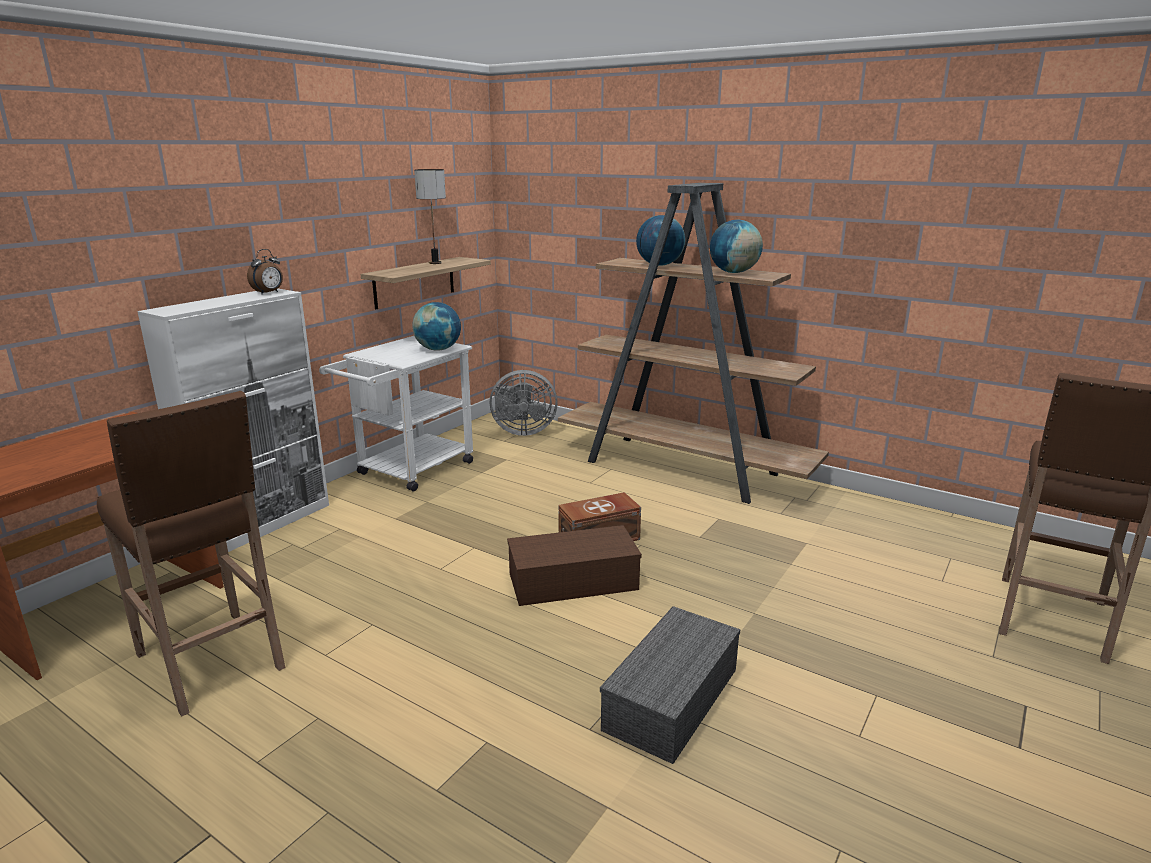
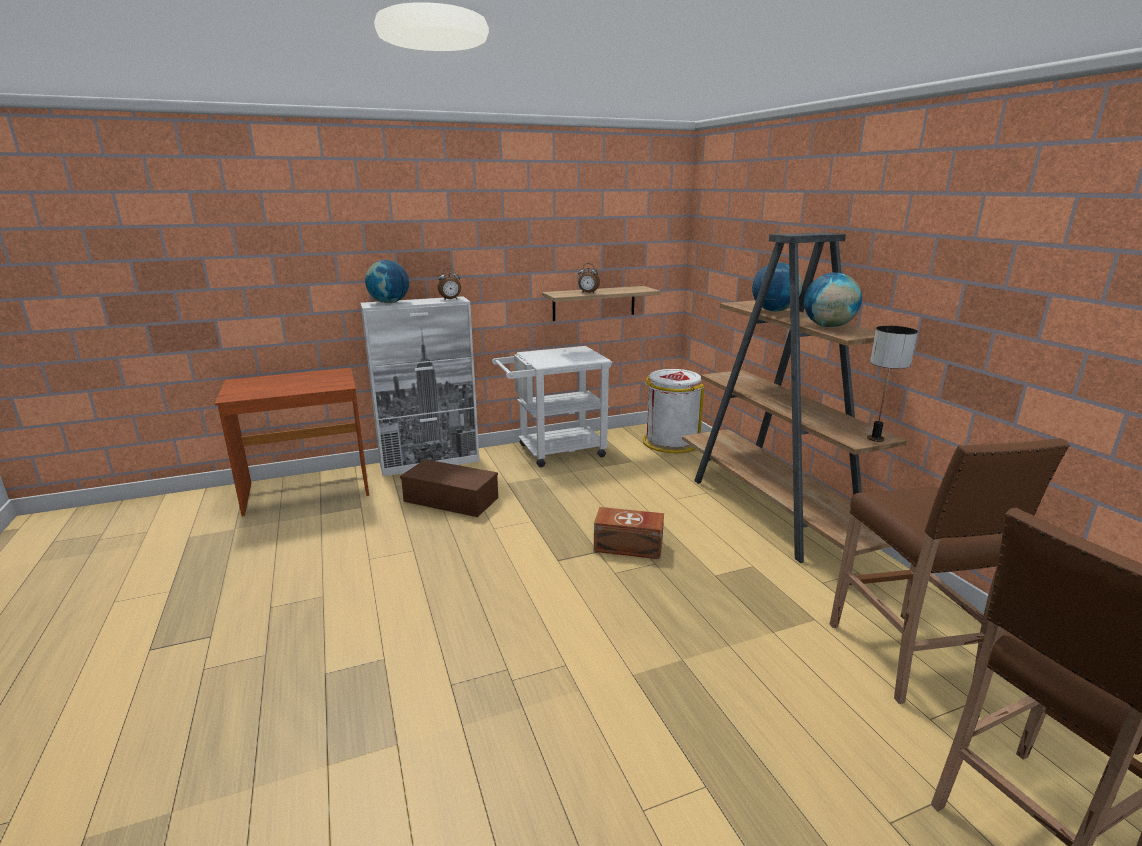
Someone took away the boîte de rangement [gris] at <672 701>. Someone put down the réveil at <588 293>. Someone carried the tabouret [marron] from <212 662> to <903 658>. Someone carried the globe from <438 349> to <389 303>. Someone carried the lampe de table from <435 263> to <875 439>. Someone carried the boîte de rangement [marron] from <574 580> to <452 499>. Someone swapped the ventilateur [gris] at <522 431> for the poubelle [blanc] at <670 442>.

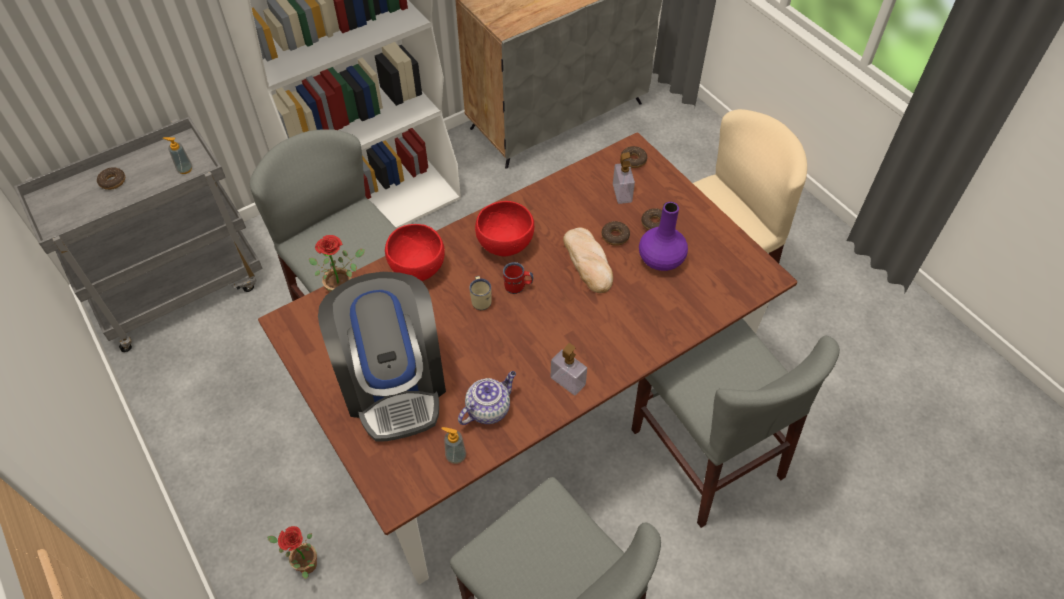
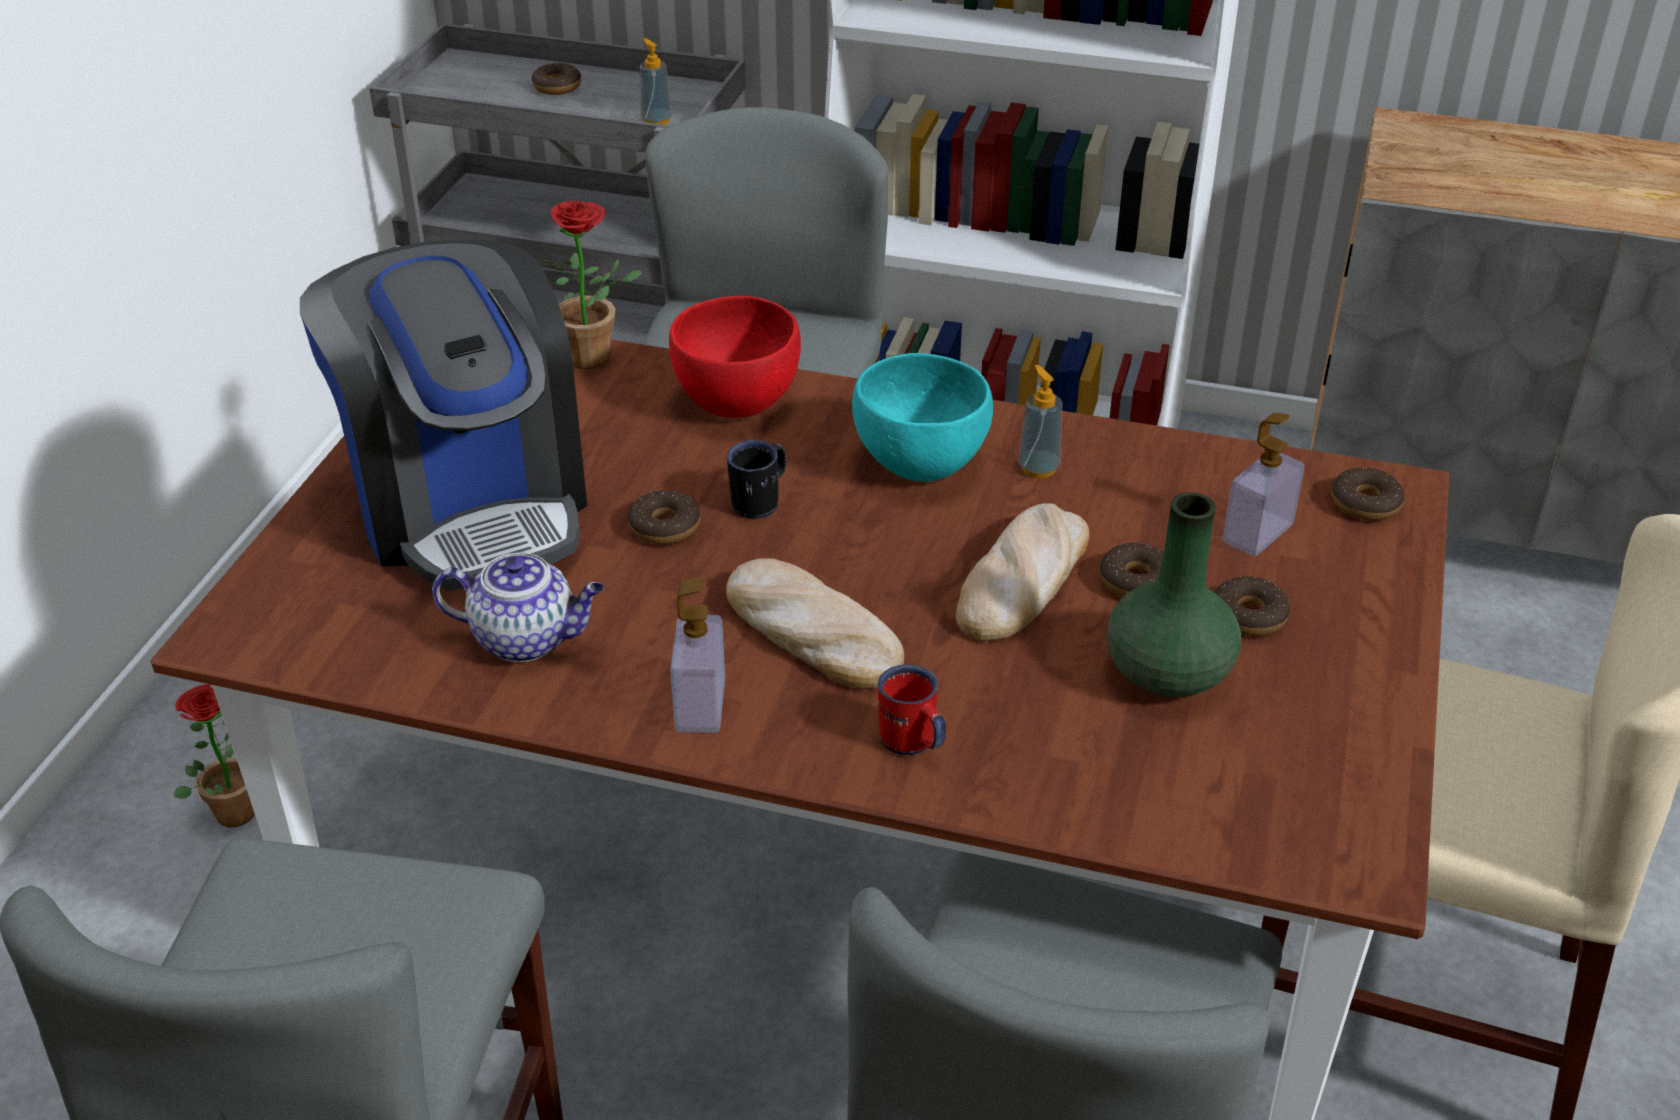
Someone put down the beignet at <664 527>. Someone put down the pain at <810 632>. Someone carried the distributeur de savon from <456 456> to <1038 468>. Someone carried the mug [rouge] from <518 287> to <912 744>. Someone repainted the mug [beige] at <481 299>, which became the mug [noir] at <761 501>. Someone repainted the bol [rouge] at <506 245>, which became the bol [turquoise] at <922 464>. Someone repainted the vase [violet] at <660 260>, which became the vase [vert] at <1166 674>. Someone rotated the machine à café at <393 382> by 60 degrees counterclockwise.

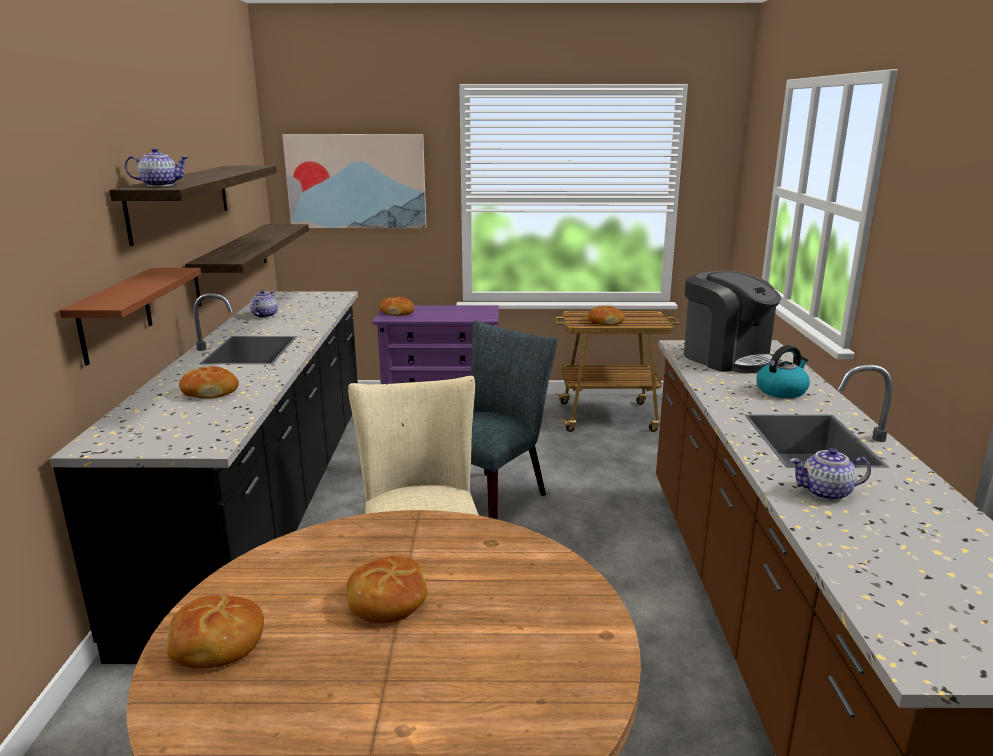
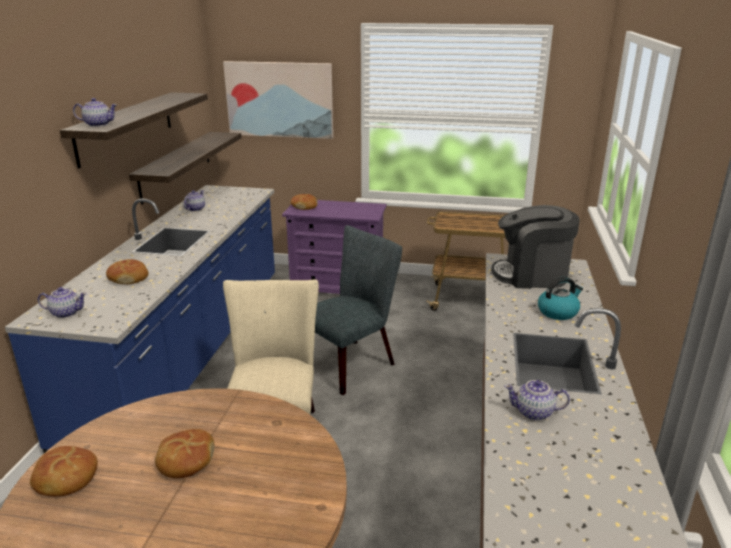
Someone took away the étagère [marron] at <115 315>. Someone took away the pain at <605 321>. Someone put down the théière at <65 313>. Someone repainted the comptoir de cuisine [noir] at <270 504>, which became the comptoir de cuisine [bleu] at <189 352>. Someone rotated the machine à café at <726 358> by 120 degrees clockwise.

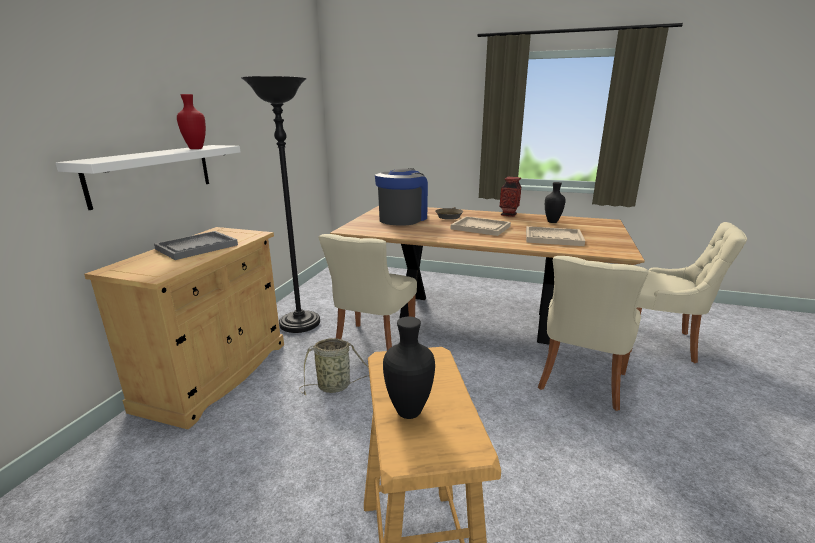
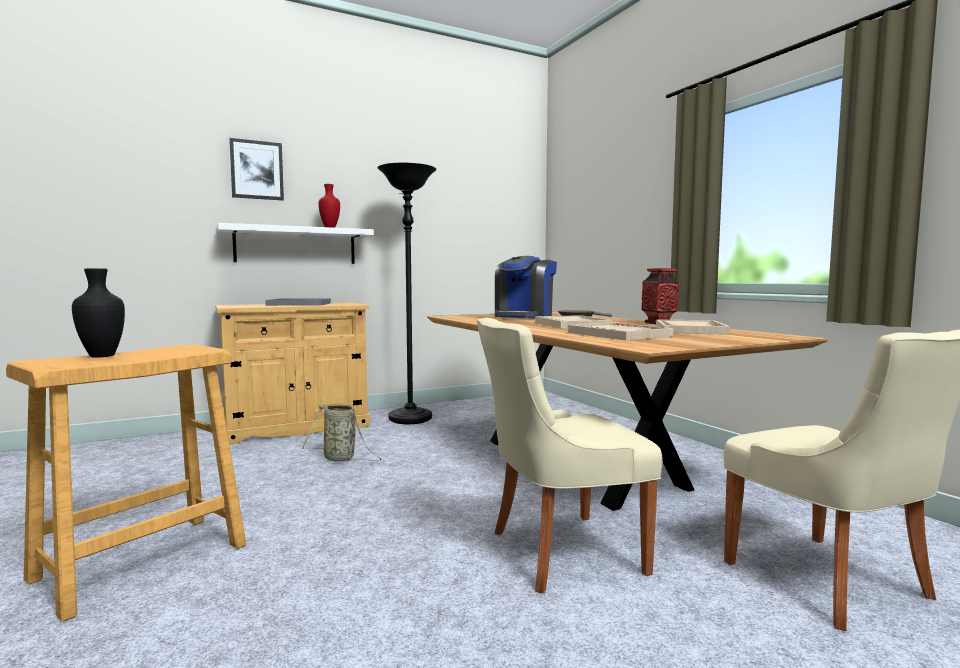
Someone took away the chaise [beige] at <372 344>. Someone put up the tableau at <257 170>. Someone swapped the vase [noir] at <553 222> for the plateau [beige] at <690 330>. Someone rotated the machine à café at <403 218> by 135 degrees clockwise.

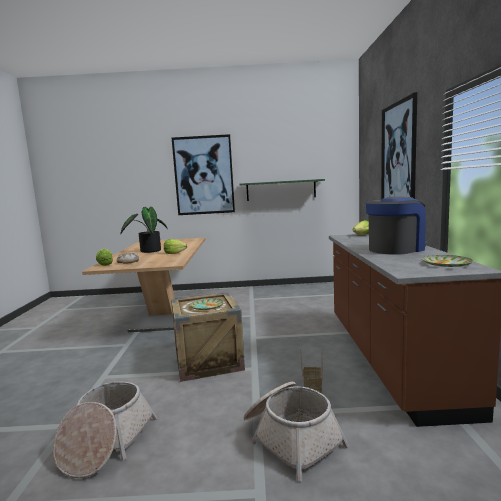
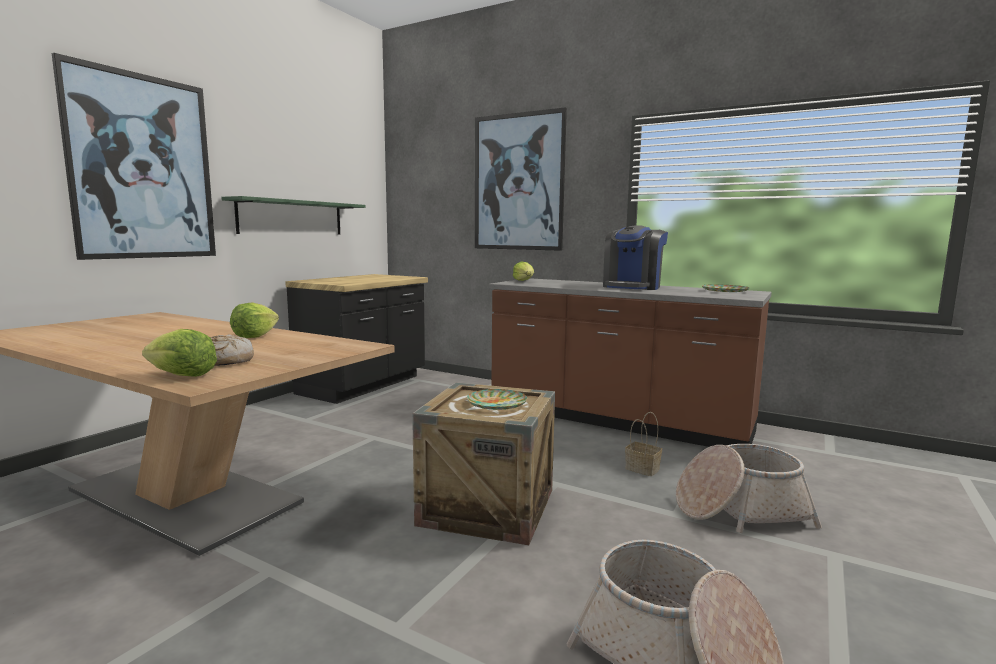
Someone took away the plante en pot at <148 251>. Someone put down the comptoir de cuisine [noir] at <364 385>. Someone rotated the machine à café at <396 249> by 150 degrees counterclockwise.

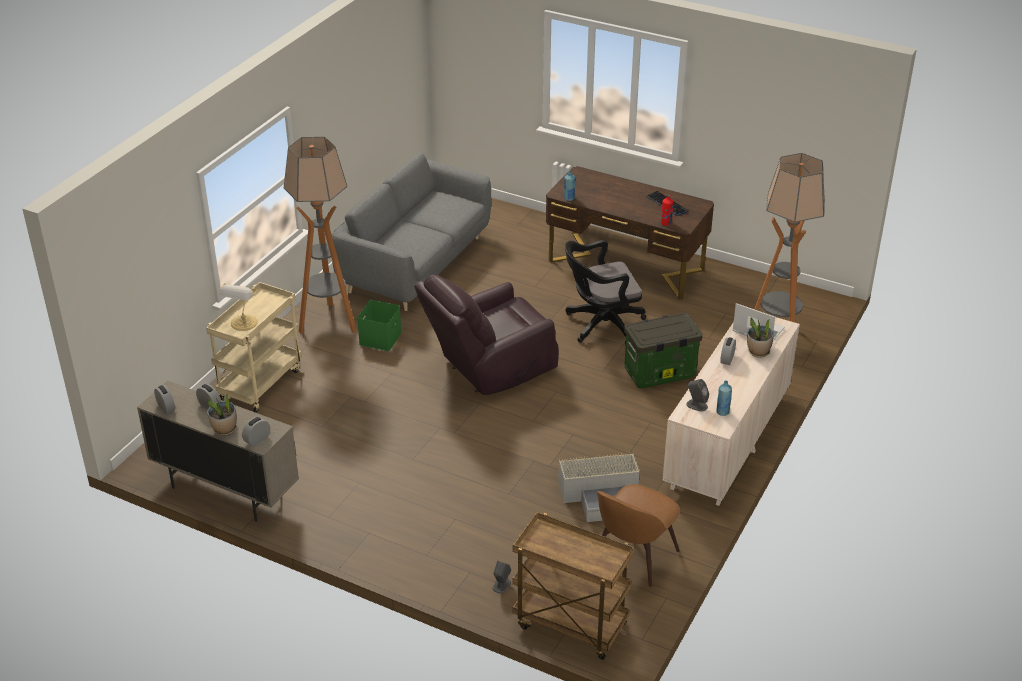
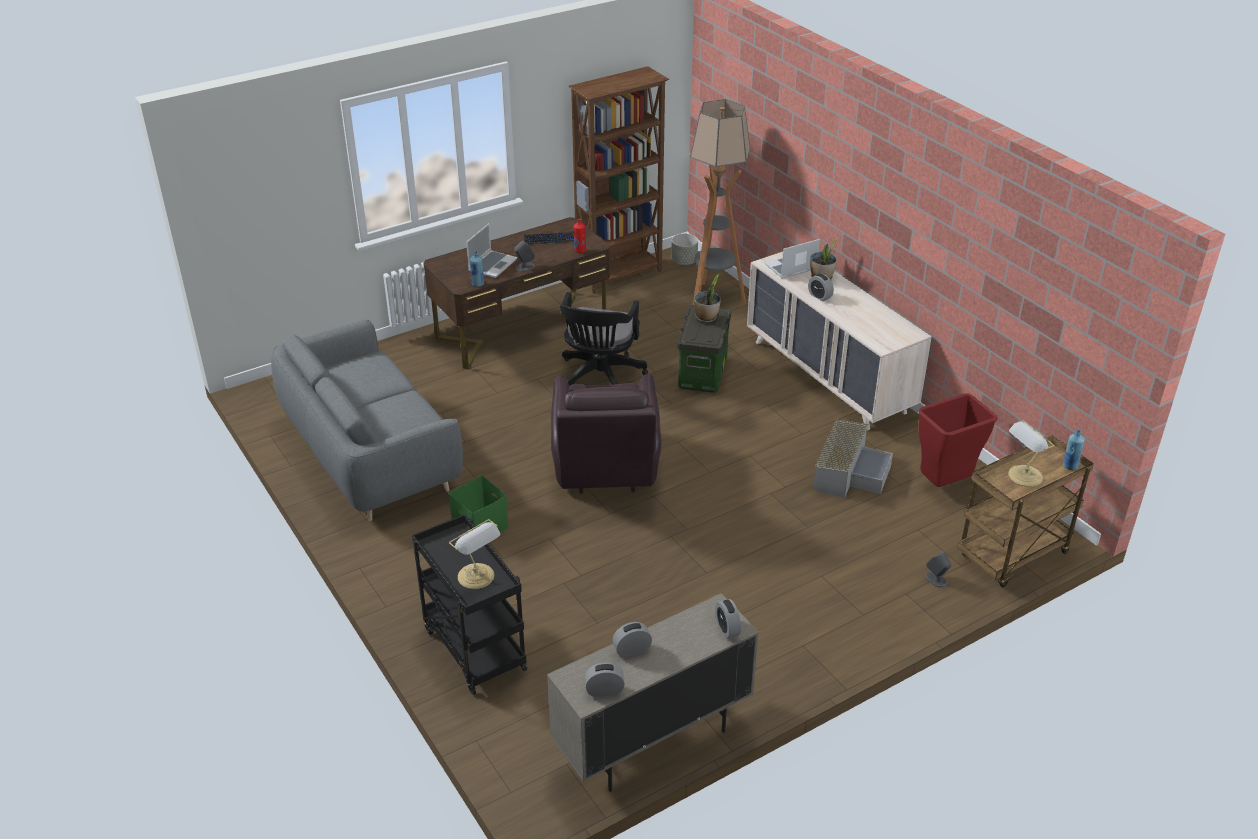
Someone took away the lampadaire at <328 322>. Someone put down the ordinateur portable at <492 265>. Someone put down the bibliothèque [marron] at <620 275>. Someone put down the cache-pot [gris] at <684 262>. Someone put down the lampe de table at <1024 476>. Someone carried the plante en pot from <224 429> to <706 317>. Someone carried the enceinte [gris] from <696 405> to <525 267>. Someone carried the bouteille [bleu] from <722 412> to <1069 466>. Someone swapped the chaise [marron] at <633 557> for the poubelle [rouge] at <944 485>. Someone repainted the chariot [beige] at <260 383>, which became the chariot [noir] at <473 648>.

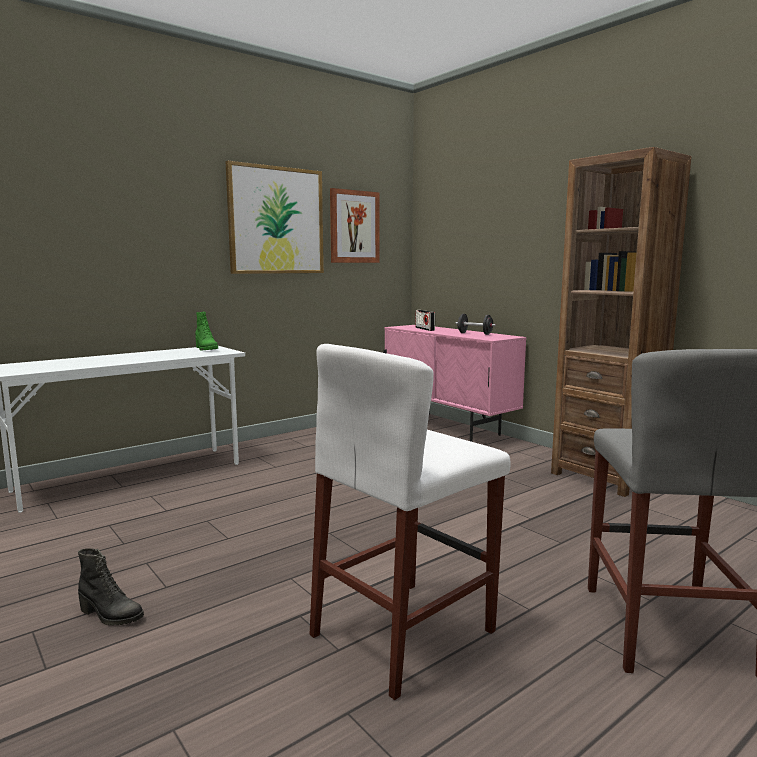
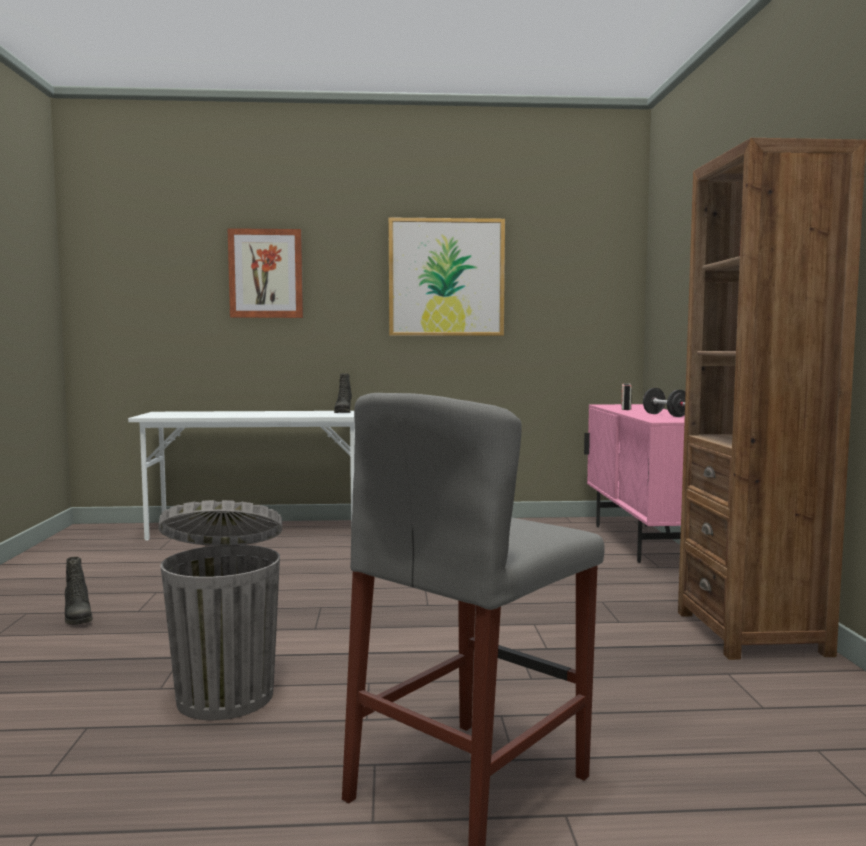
Someone carried the tableau from <354 227> to <266 273>. Someone swapped the tabouret [blanc] at <403 633> for the poubelle [gris] at <226 695>. Someone repainted the botte [vert] at <206 349>, which became the botte [noir] at <343 412>.

